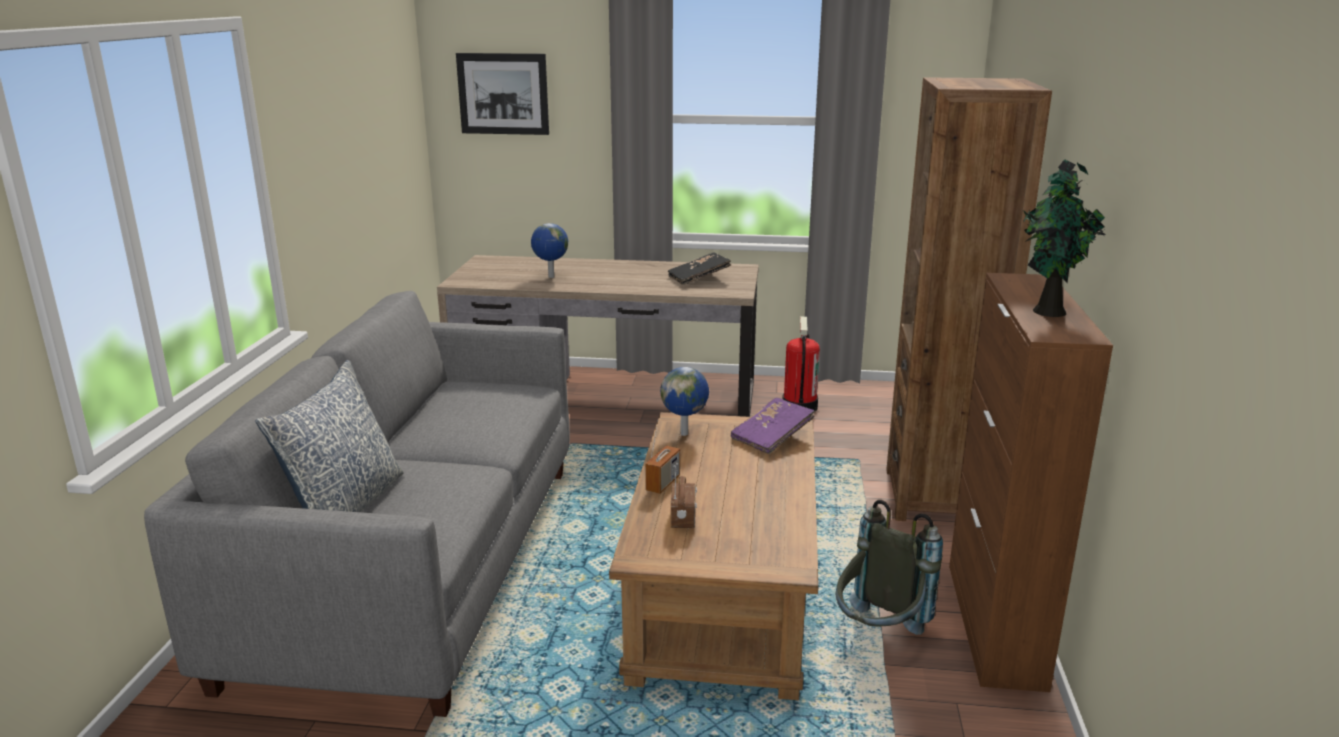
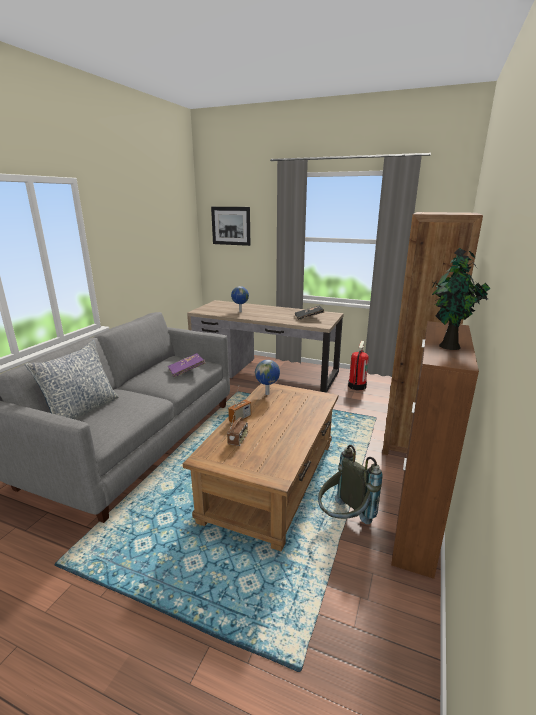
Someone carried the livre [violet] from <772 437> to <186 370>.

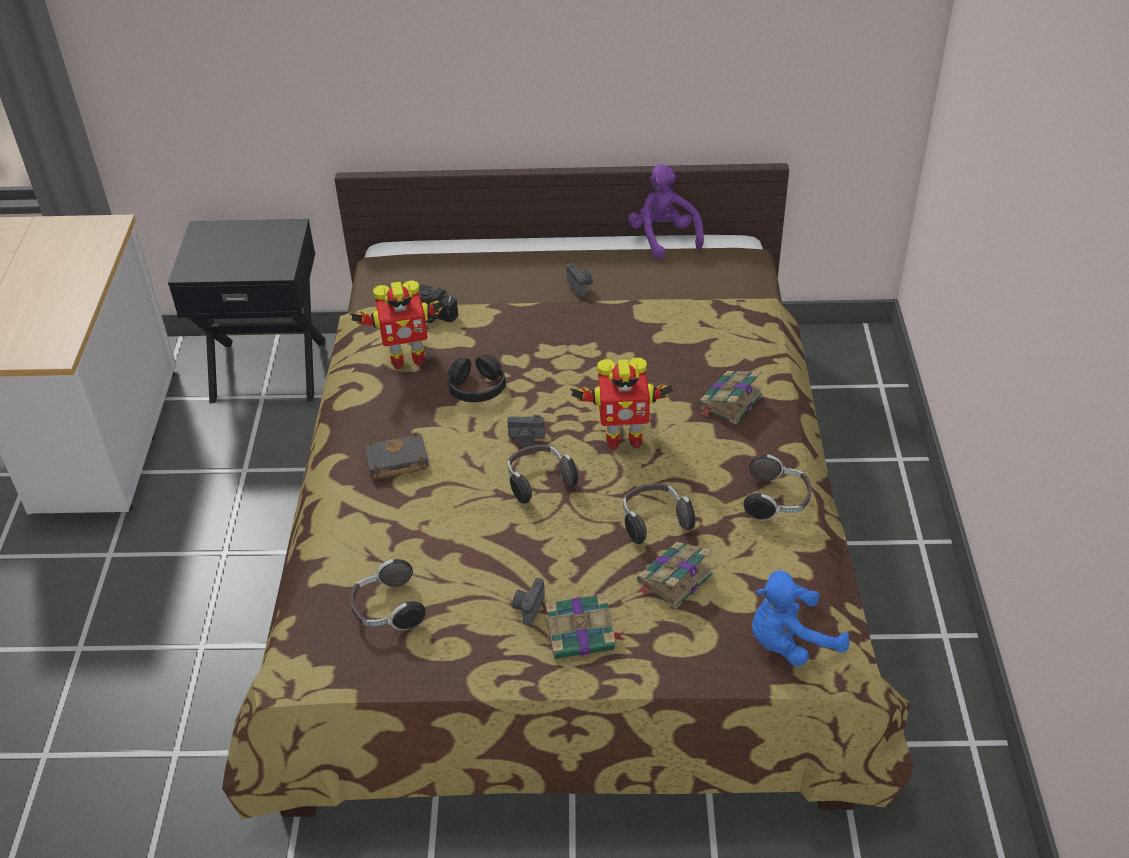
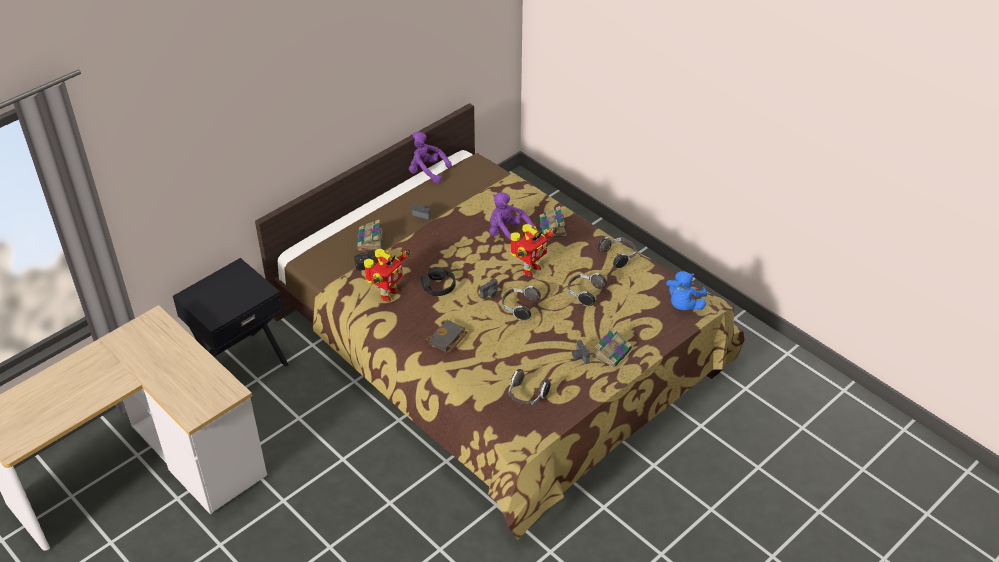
Someone put down the peluche [violet] at <507 234>. Someone carried the livre from <673 579> to <370 241>.

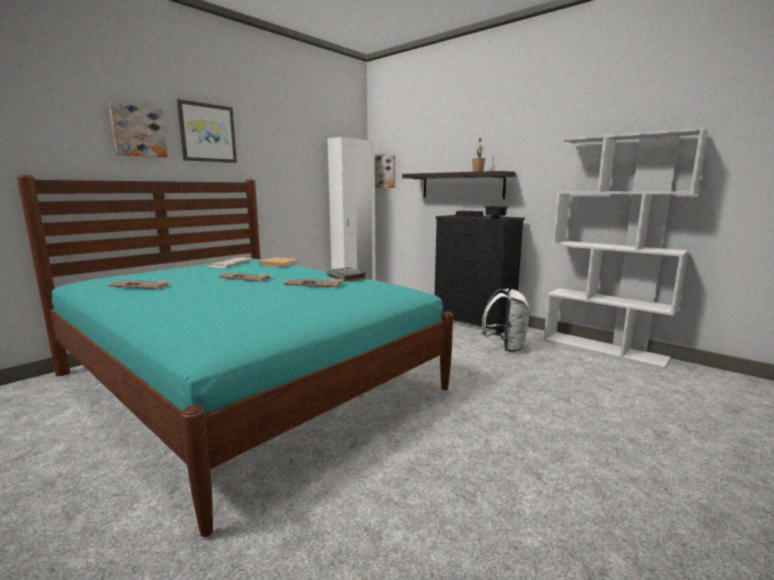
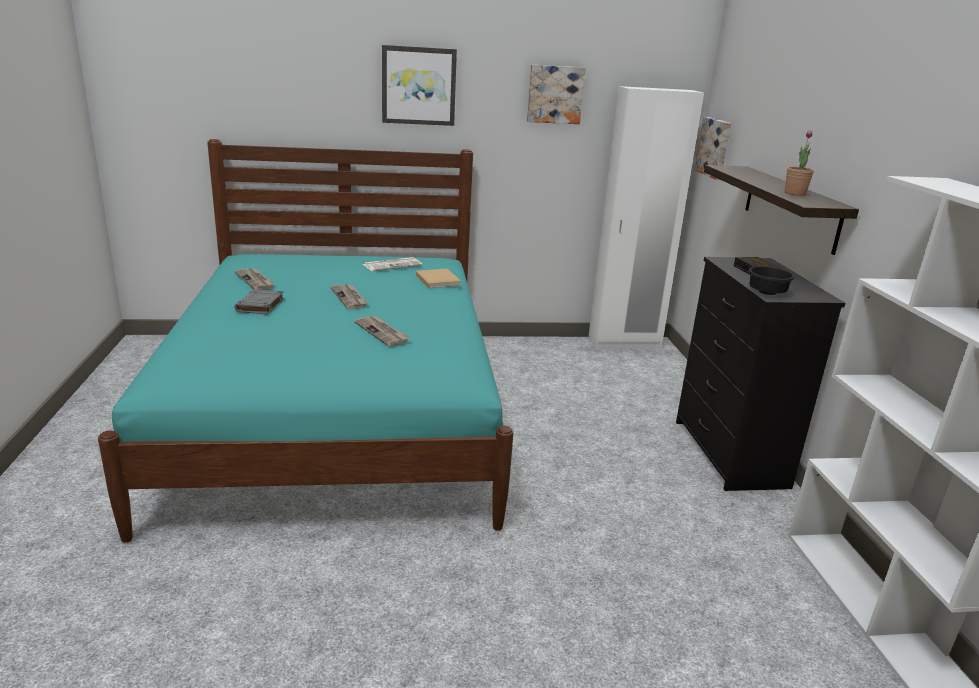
Someone took away the sac à dos [blanc] at <505 347>. Someone carried the tableau from <138 131> to <555 94>. Someone carried the livre [gris] from <346 277> to <260 305>.

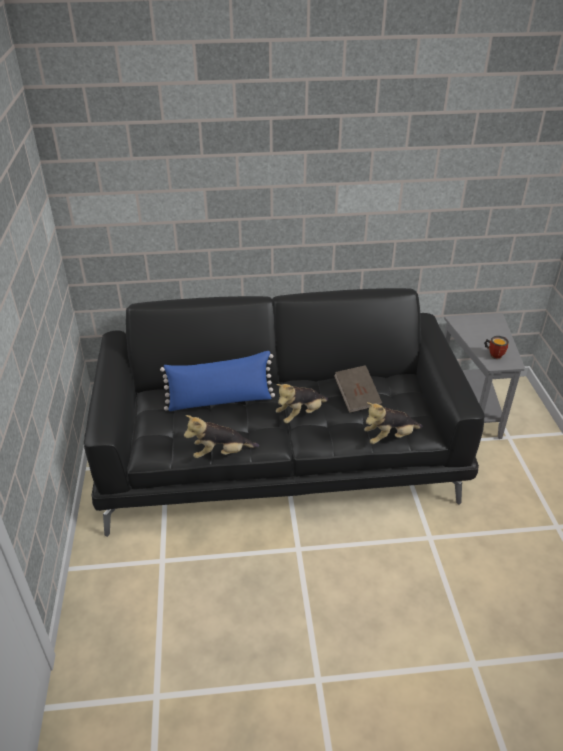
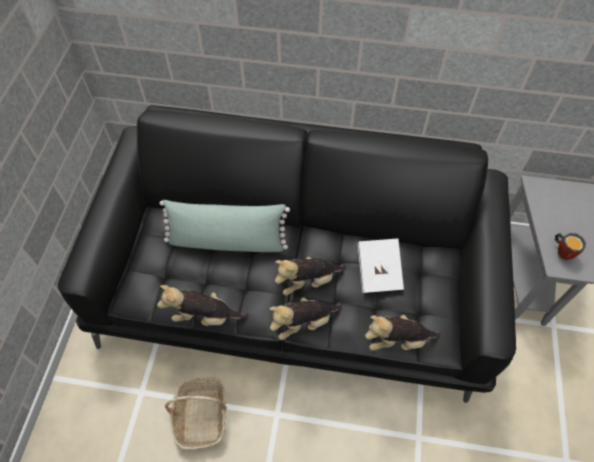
Someone put down the panier at <201 415>. Someone put down the peluche at <304 323>. Someone repainted the coussin [bleu] at <220 401>, which became the coussin [vert] at <227 241>. Someone repainted the livre [marron] at <357 397>, which became the livre [blanc] at <379 272>.

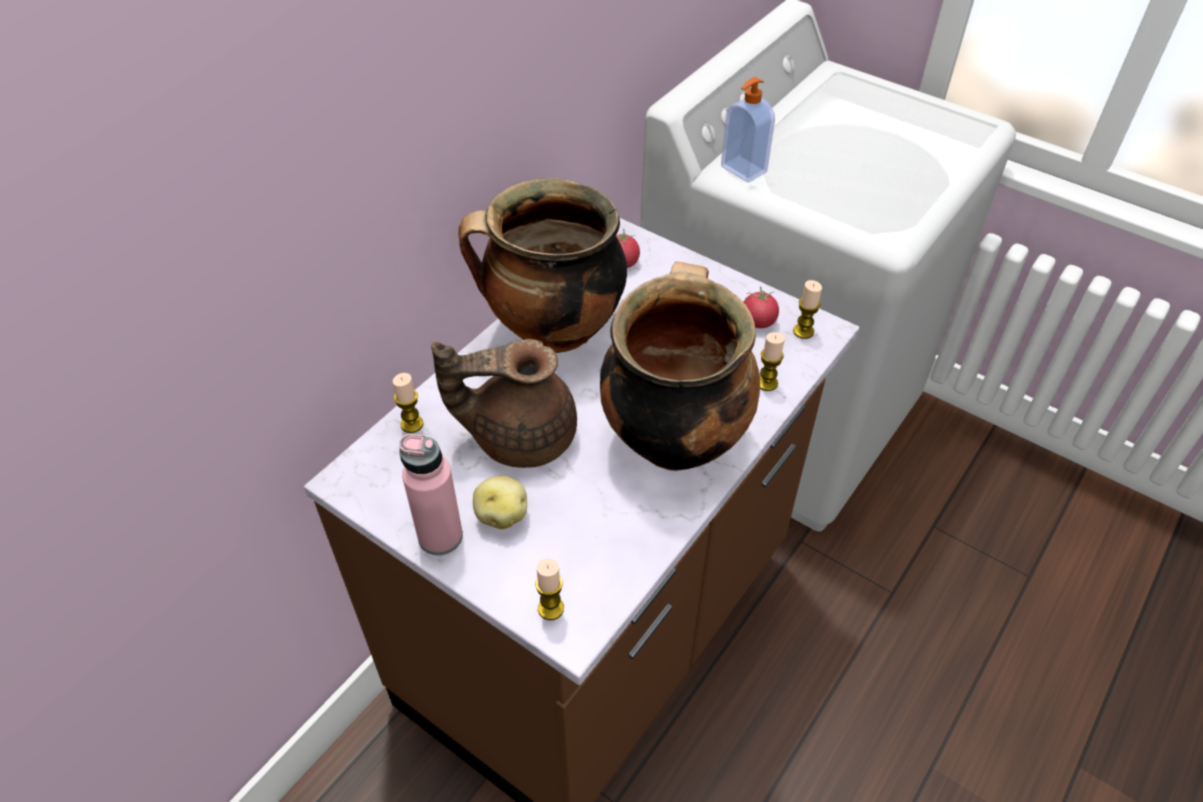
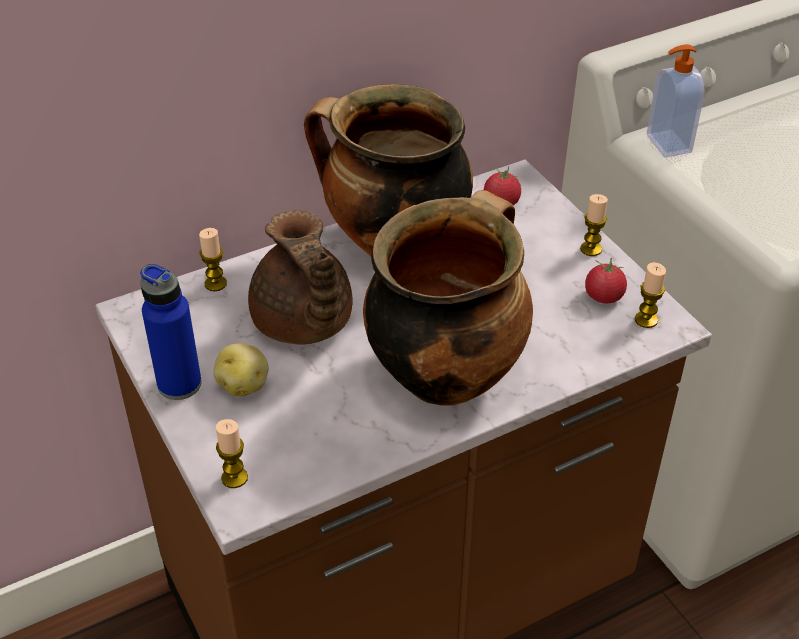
Someone carried the bougie from <766 383> to <591 249>. Someone repainted the bouteille [rose] at <440 536>, which became the bouteille [bleu] at <179 384>. Someone rotated the théière [marron] at <519 435> by 135 degrees counterclockwise.

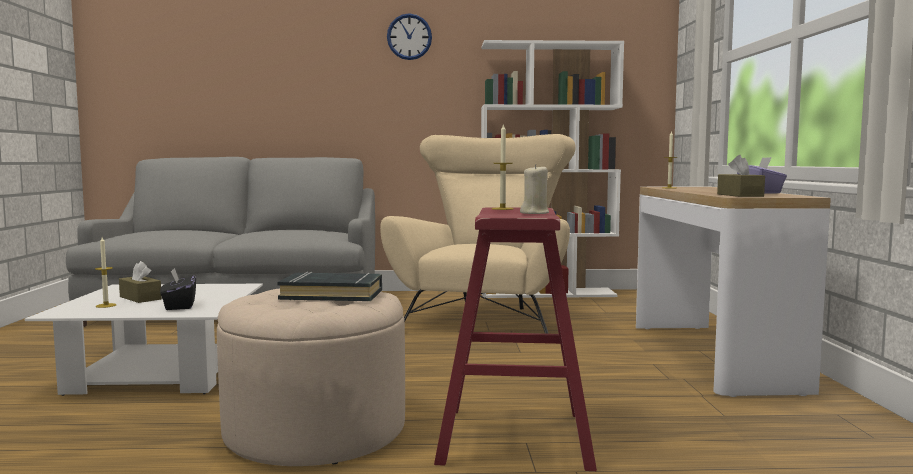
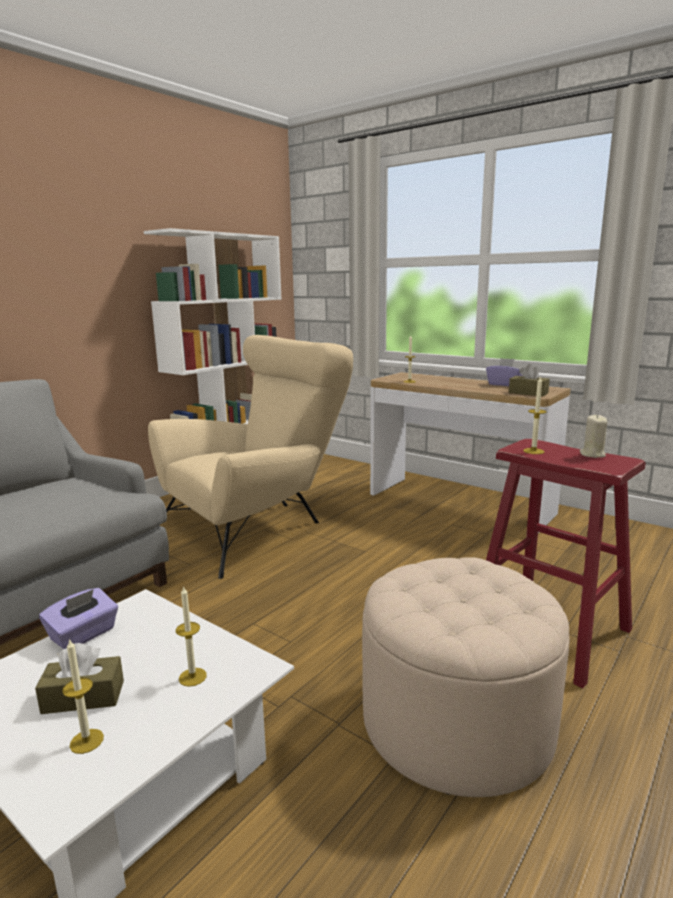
Someone took away the livre [noir] at <332 294>. Someone took away the horloge murale at <409 37>. Someone put down the boîte à mouchoirs [violet] at <83 635>. Someone swapped the boîte à mouchoirs [noir] at <179 306> for the bougie at <192 677>. Someone rotated the fauteuil [beige] at <484 318> by 90 degrees clockwise.

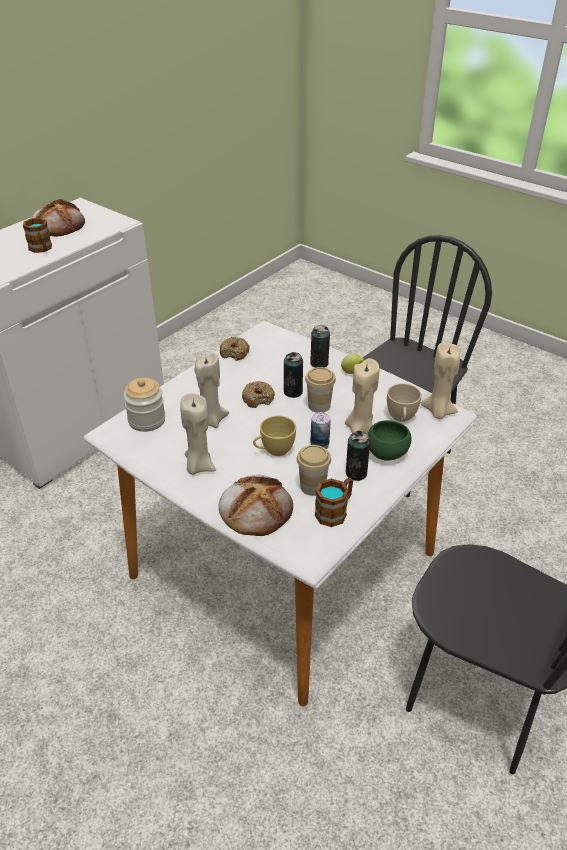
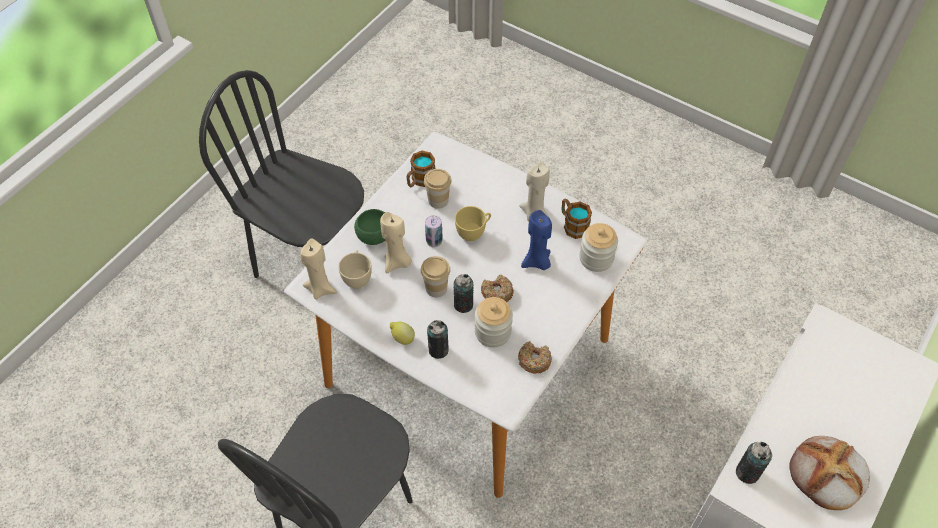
Someone took away the pain at <256 508>. Someone put down the bocal at <493 332>. Someone carried the mug from <42 249> to <572 225>. Someone carried the boîte métallique from <356 473> to <747 472>. Someone repainted the bougie [beige] at <210 420>, which became the bougie [bleu] at <537 262>.

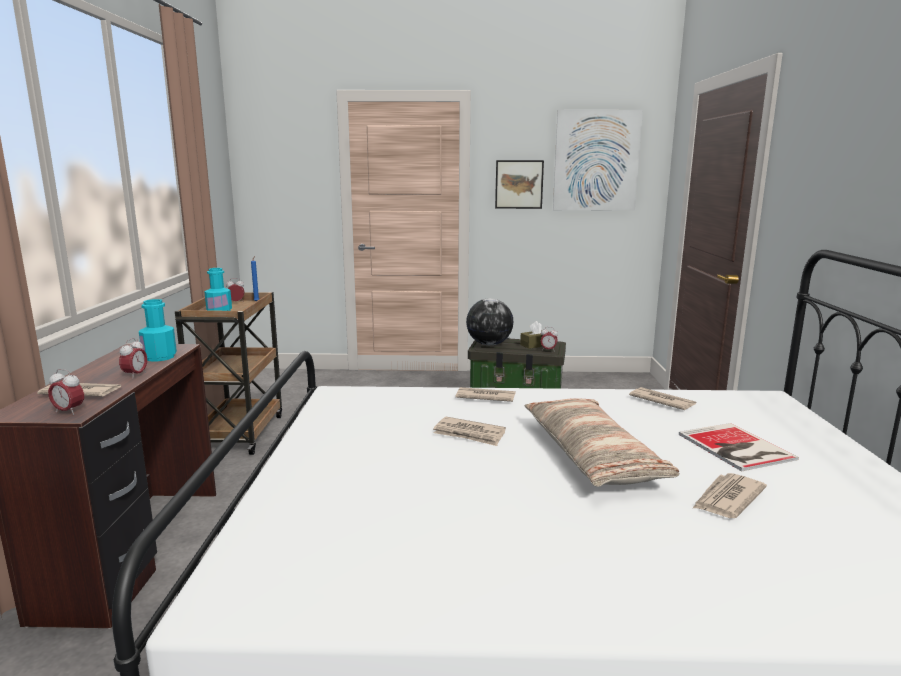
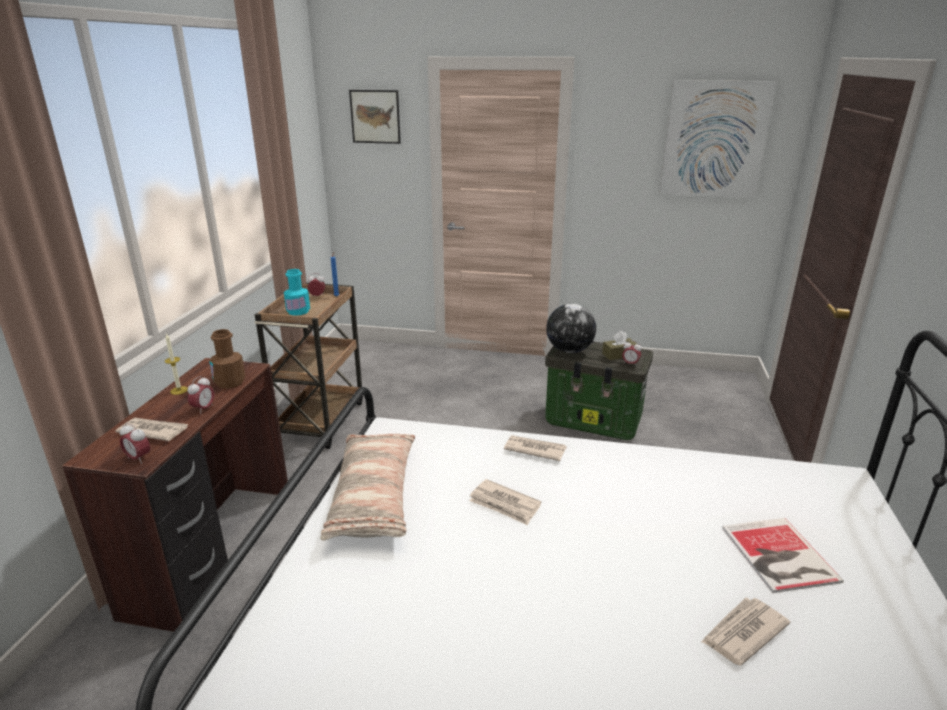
Someone took away the journal at <661 401>. Someone put down the bougie at <179 390>. Someone carried the tableau from <519 184> to <375 116>. Someone carried the coussin from <592 456> to <374 496>. Someone repainted the bouteille [turquoise] at <160 357>, which became the bouteille [marron] at <230 382>.

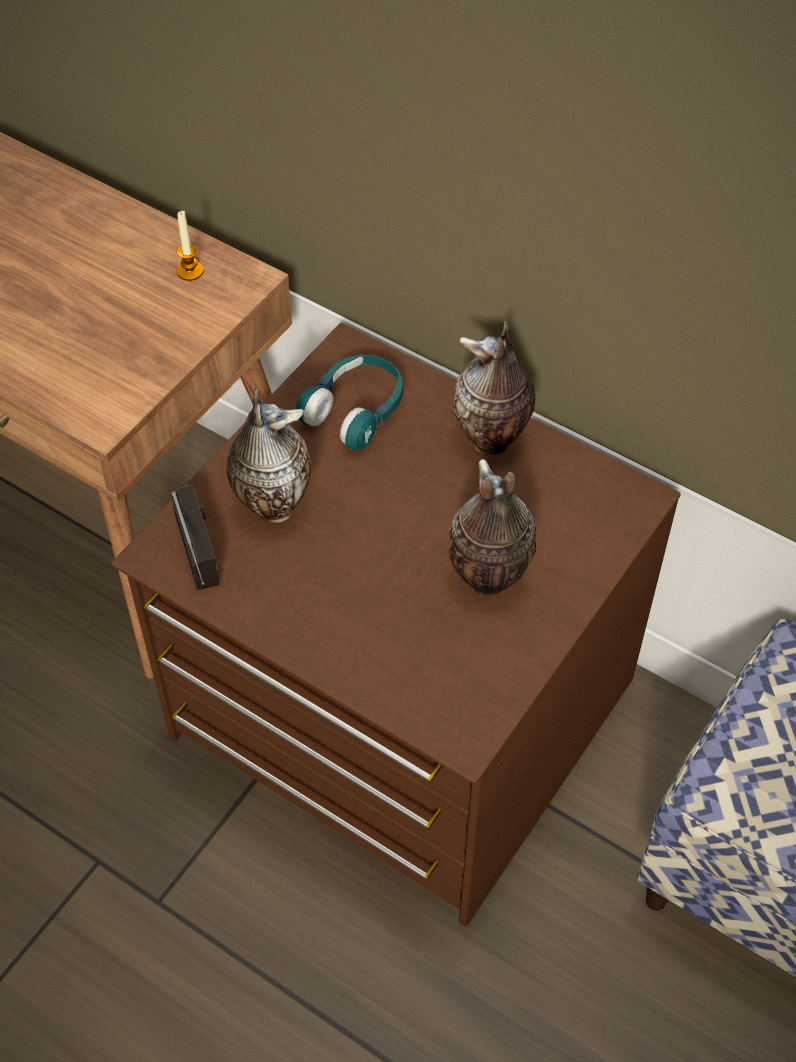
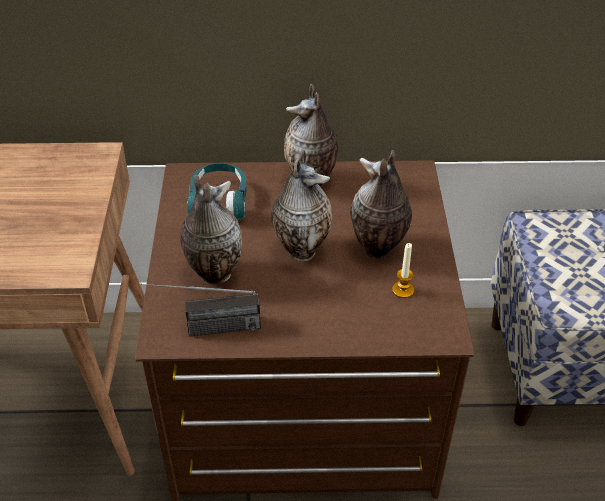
Someone put down the vase at <302 249>. Someone carried the bougie from <190 271> to <403 290>. Someone rotated the radio at <206 570> by 135 degrees clockwise.

